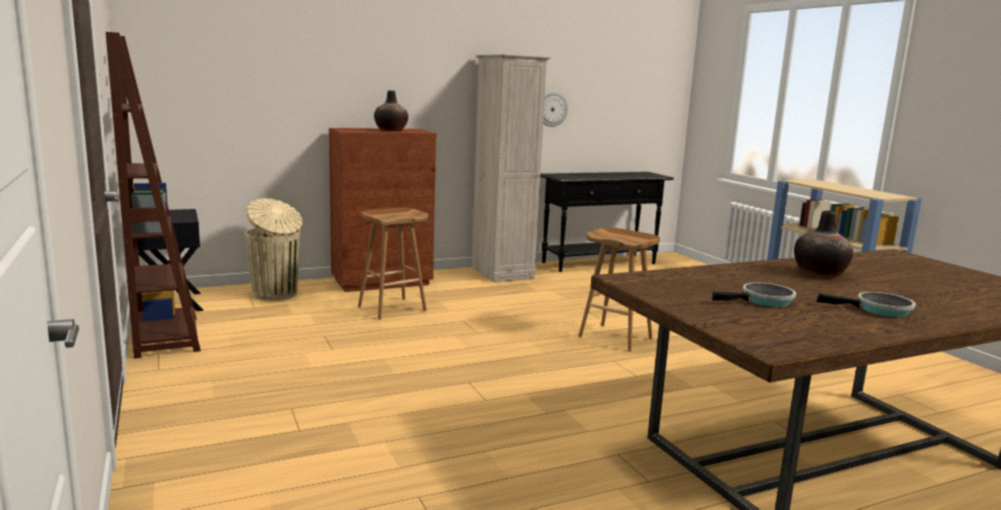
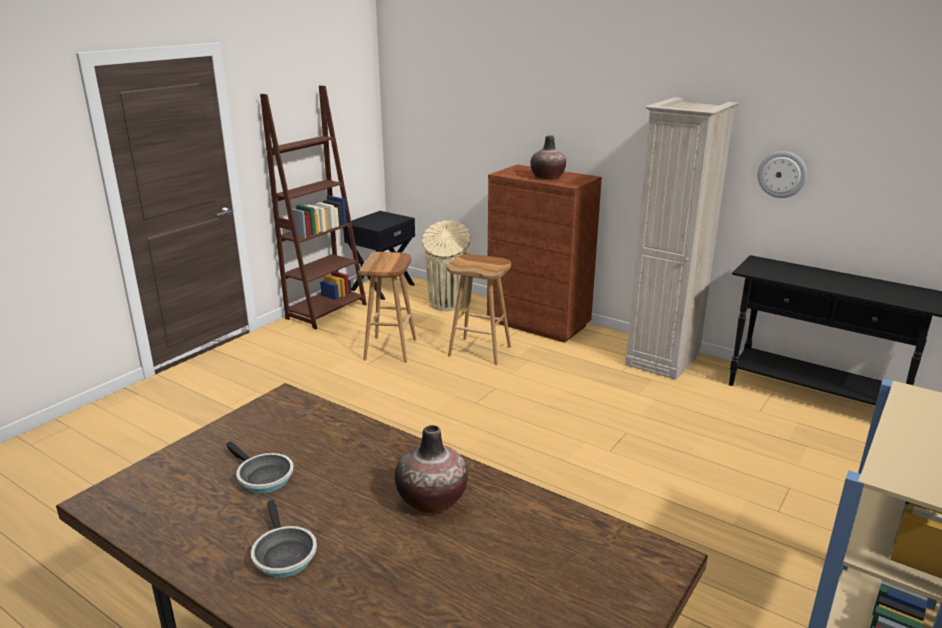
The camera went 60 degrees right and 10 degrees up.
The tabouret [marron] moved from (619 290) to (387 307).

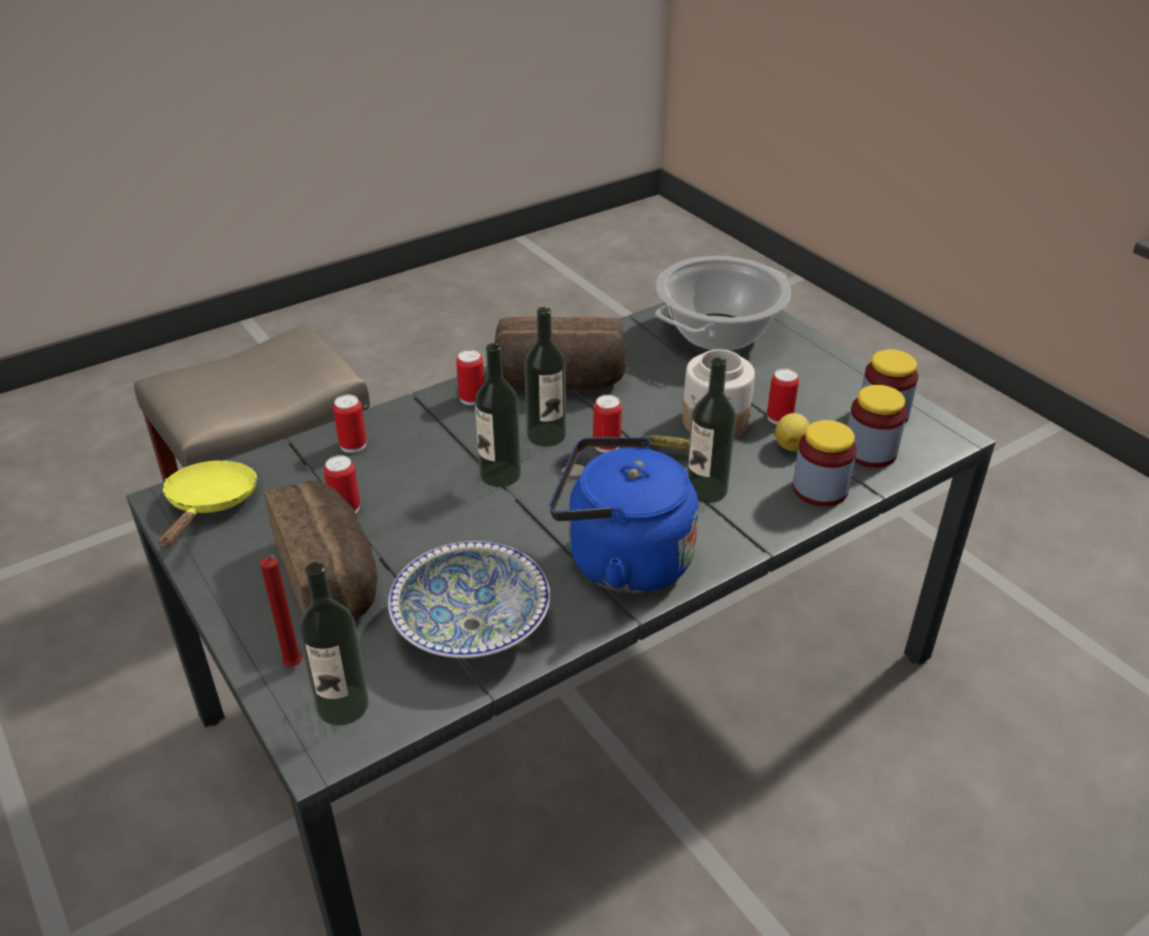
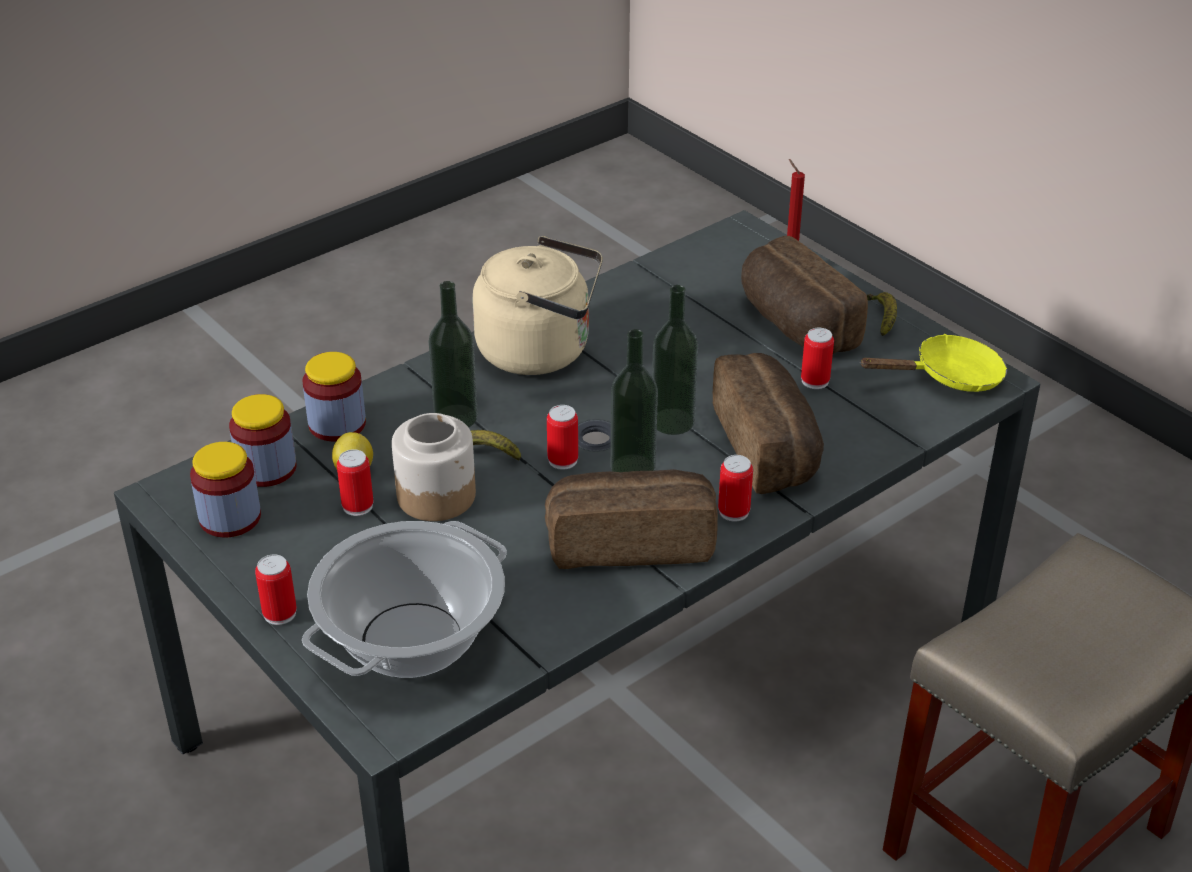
The camera went 175 degrees right and 0 degrees up.
The poêle [jaune] at (207 504) turned 105 degrees counterclockwise.
The bouteille at (334 644) disappeared.
The boîte métallique moved from (350 423) to (276 589).
The bol at (469 599) disappeared.
The bouilloire [bleu] at (624 515) became the bouilloire [beige] at (537 305).
The pain at (768 423) appeared.
The banane at (882 314) appeared.

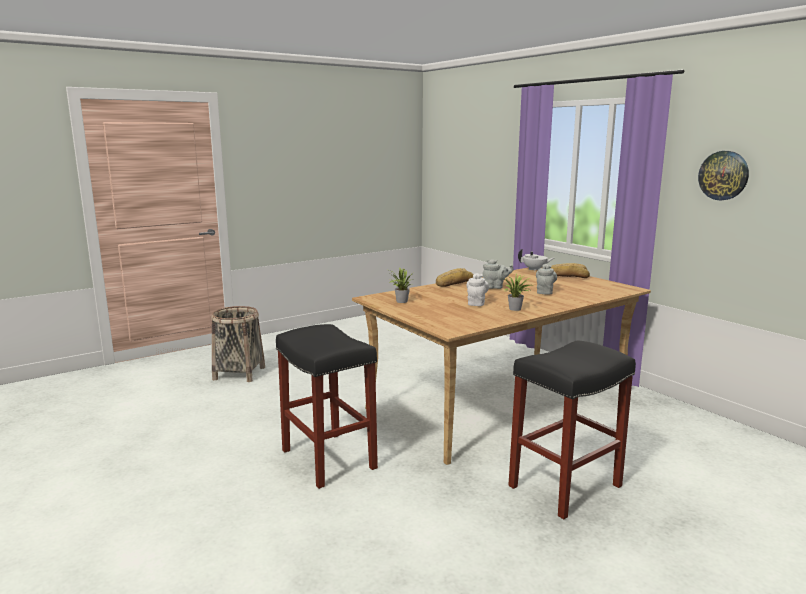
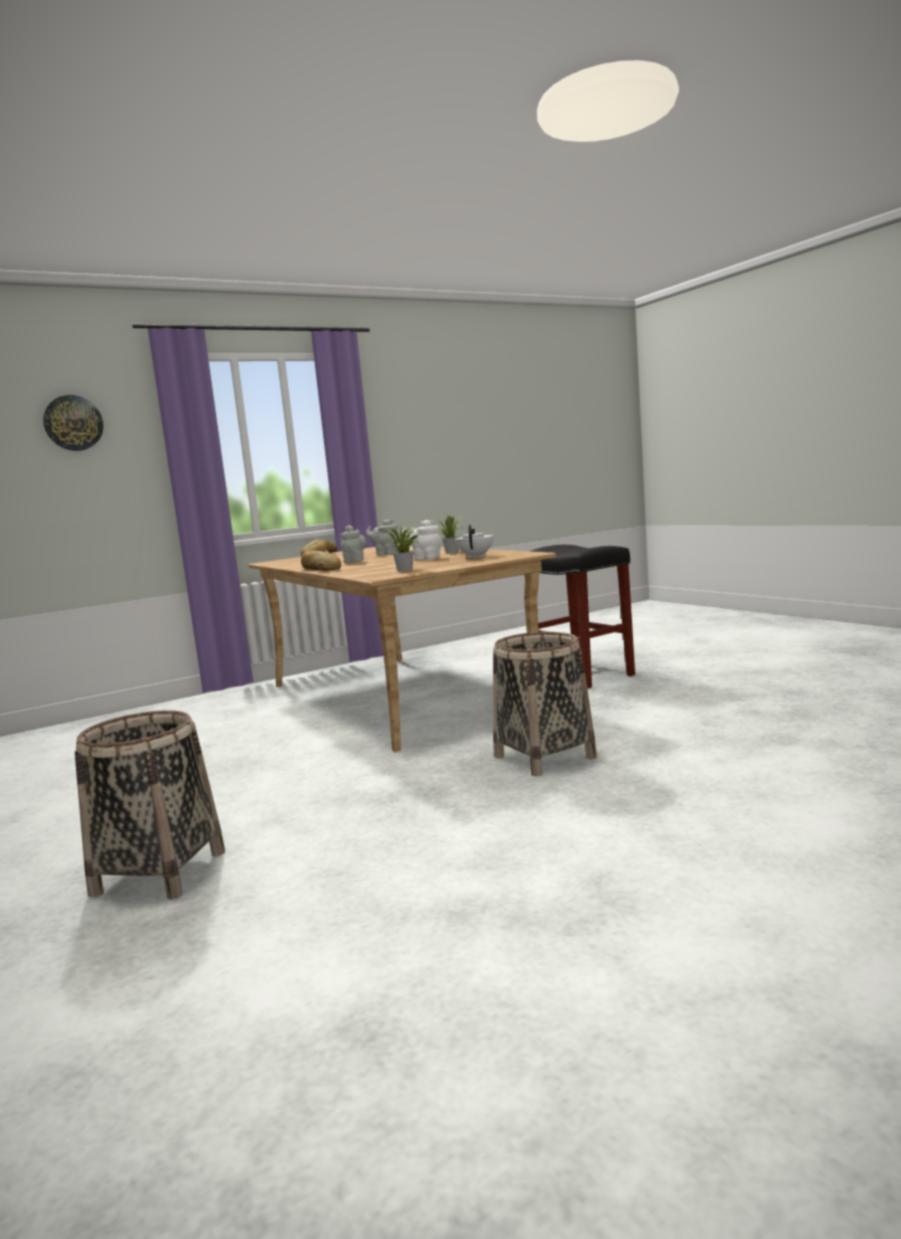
The camera went 85 degrees left and 5 degrees down.
The tabouret [noir] at (327 406) was replaced by the panier at (545 704).
The théière [blanc] moved from (536 259) to (474 541).
The horloge murale moved from (723 175) to (73 423).

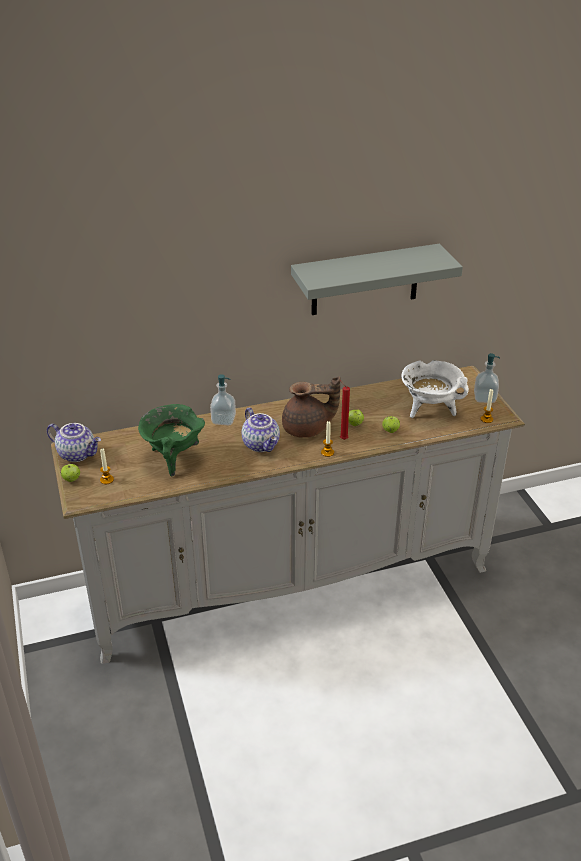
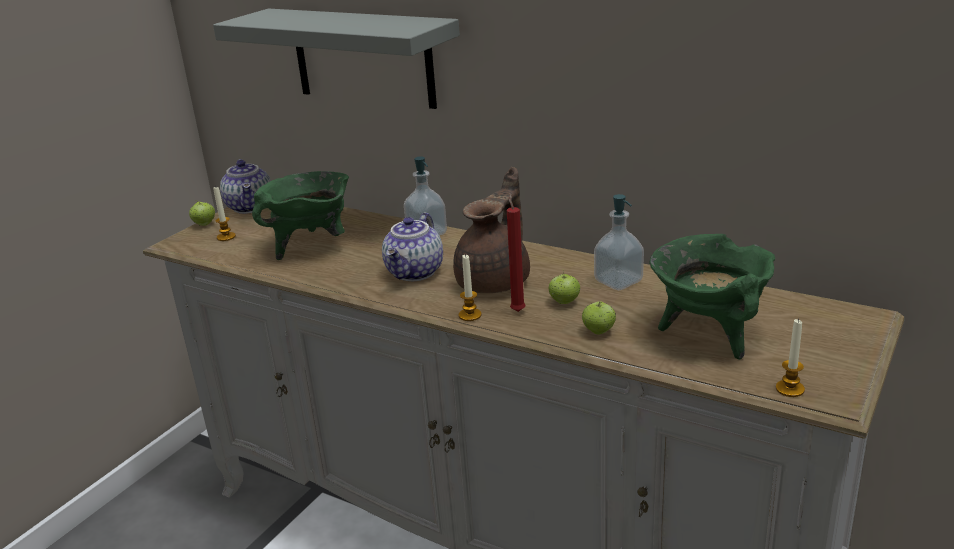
The camera went 50 degrees right and 10 degrees down.
The théière [marron] at (311 407) turned 105 degrees counterclockwise.
The étagère [gris] moved from (377 279) to (336 59).
The marmite [blanc] at (435 389) became the marmite [vert] at (712 296).
The distributeur de savon moved from (487 378) to (619 242).

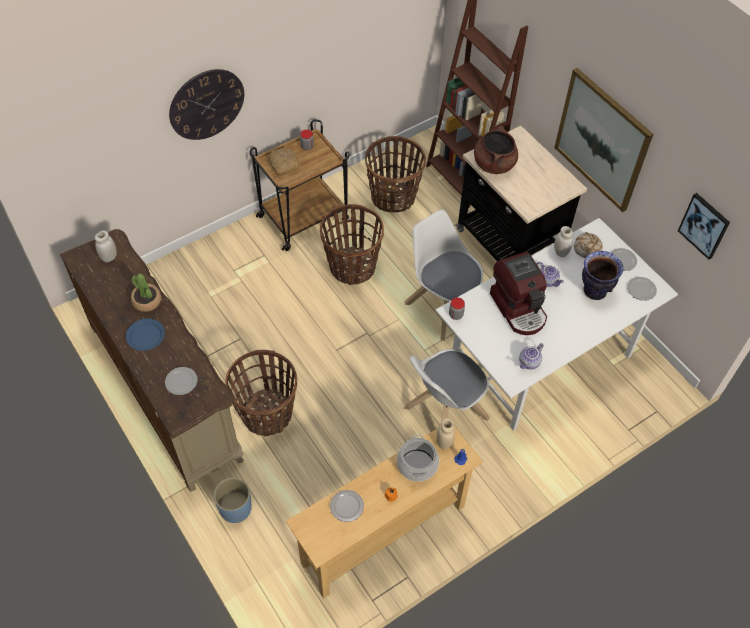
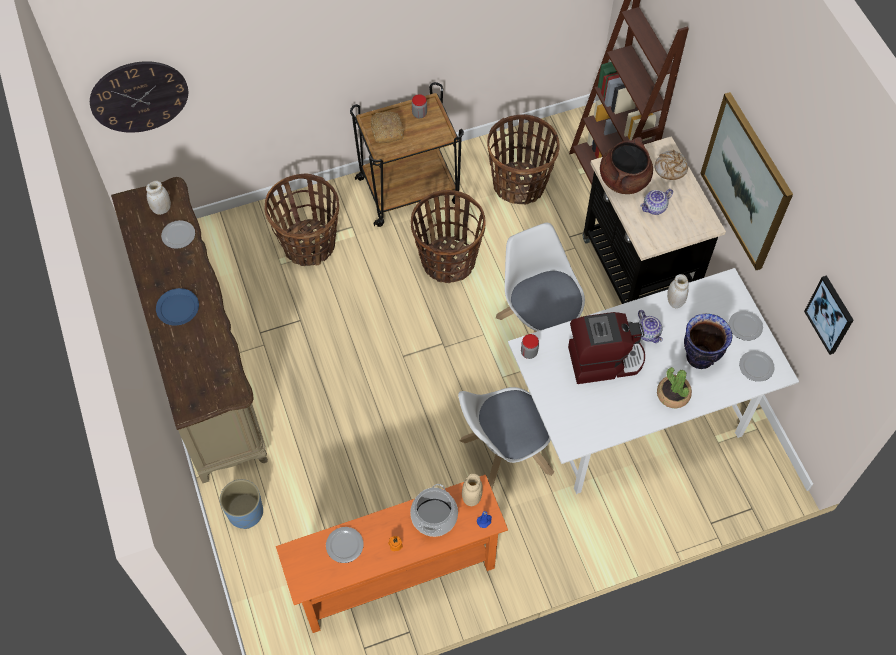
The camera went 15 degrees right and 5 degrees up.
The plante en pot moved from (146 293) to (674 387).
The assiette moved from (181 381) to (178 234).
The horloge murale moved from (206 104) to (139 97).
The panier moved from (261 393) to (302 220).
The table console [beige] at (384 512) became the table console [orange] at (392 554).
The machine à café at (518 293) turned 90 degrees counterclockwise.
The théière moved from (531 356) to (656 202).
The pain moved from (588 245) to (671 165).

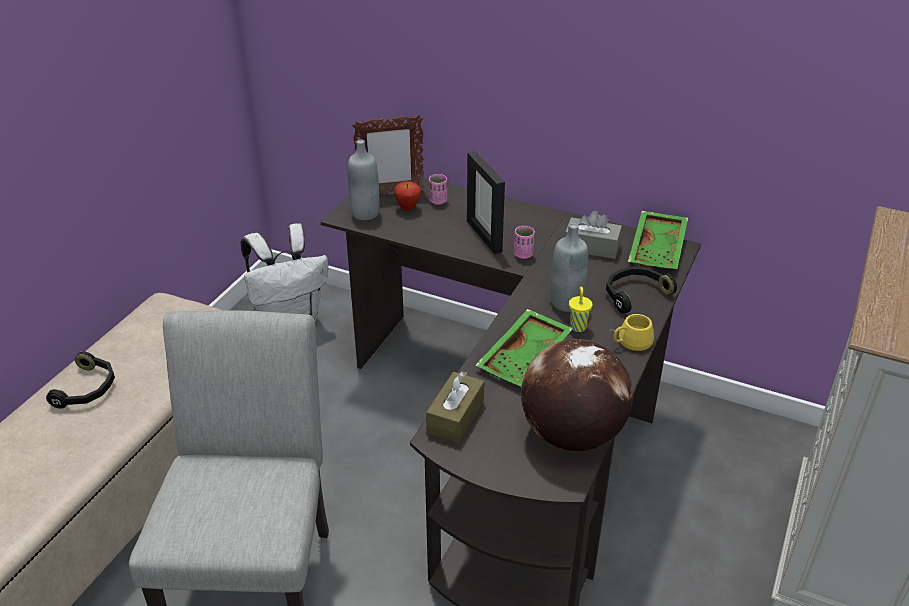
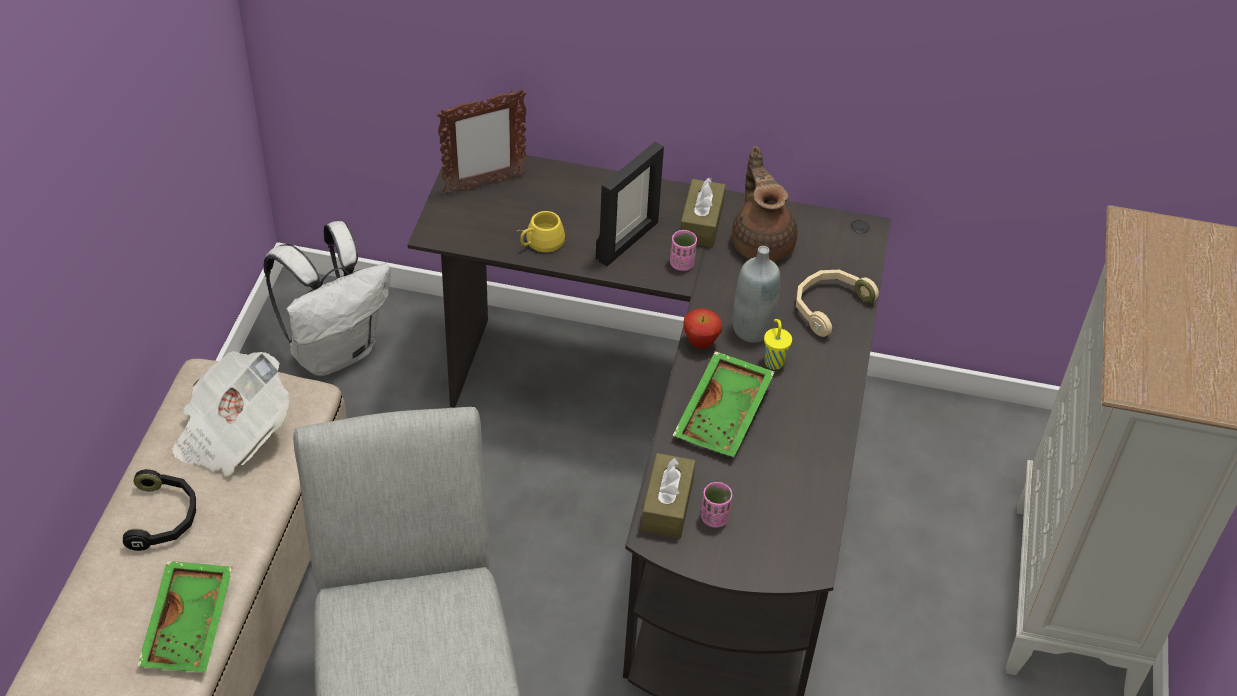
The camera went 15 degrees left and 10 degrees up.
The bouteille [gris] at (363 180) disappeared.
The pomme moved from (407 196) to (702 328).
The tasse [rose] moved from (438 189) to (716 505).
The cadre photo at (486 202) turned 105 degrees counterclockwise.
The globe at (577 395) disappeared.
The boîte à mouchoirs [gris] at (593 234) was replaced by the théière [marron] at (765 204).
The casque audio [noir] at (641 290) became the casque audio [beige] at (837 303).
The mug [jaune] moved from (631 332) to (540 231).
The plateau [vert] moved from (658 240) to (185 616).
The journal at (230 413) appeared.
The boîte à mouchoirs [marron] at (703 212) appeared.

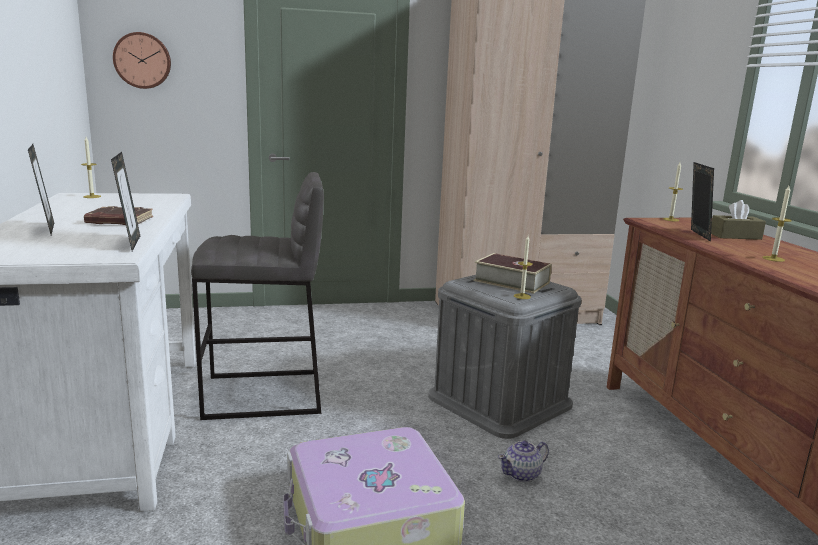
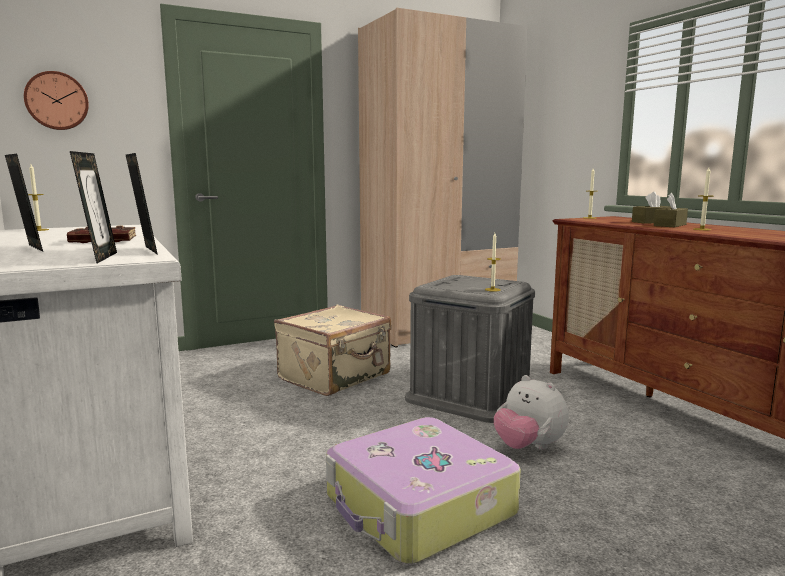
The camera went 15 degrees left and 5 degrees down.
The tabouret [gris] at (257 296) disappeared.
The livre at (513 273) disappeared.
The théière at (523 461) was replaced by the peluche at (531 412).
The cadre photo moved from (702 201) to (93 207).
The valise [beige] at (332 350) appeared.
The boîte à mouchoirs [marron] at (671 210) appeared.

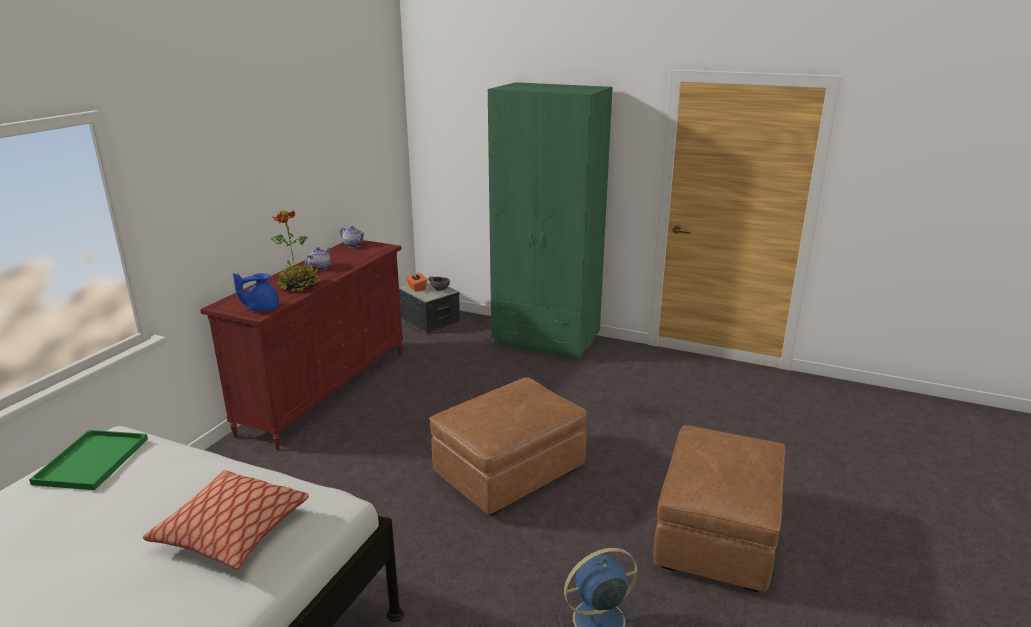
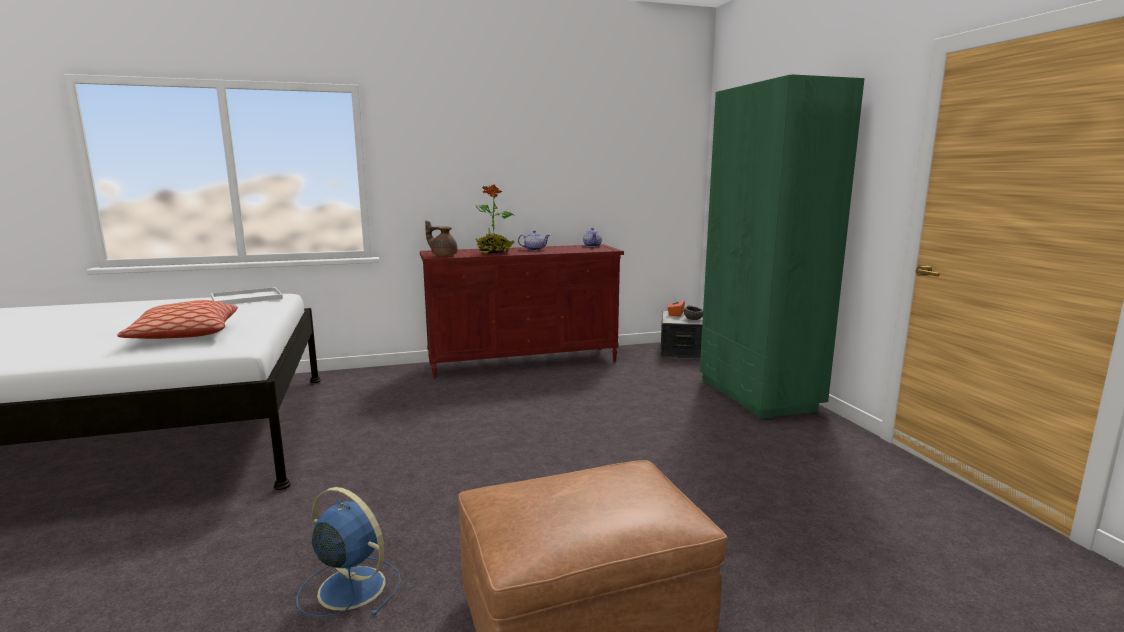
The camera went 50 degrees right and 10 degrees down.
The plateau [vert] at (88 460) became the plateau [blanc] at (247 295).
The théière [bleu] at (256 292) became the théière [marron] at (441 238).
The pouf [marron] at (508 446) disappeared.

